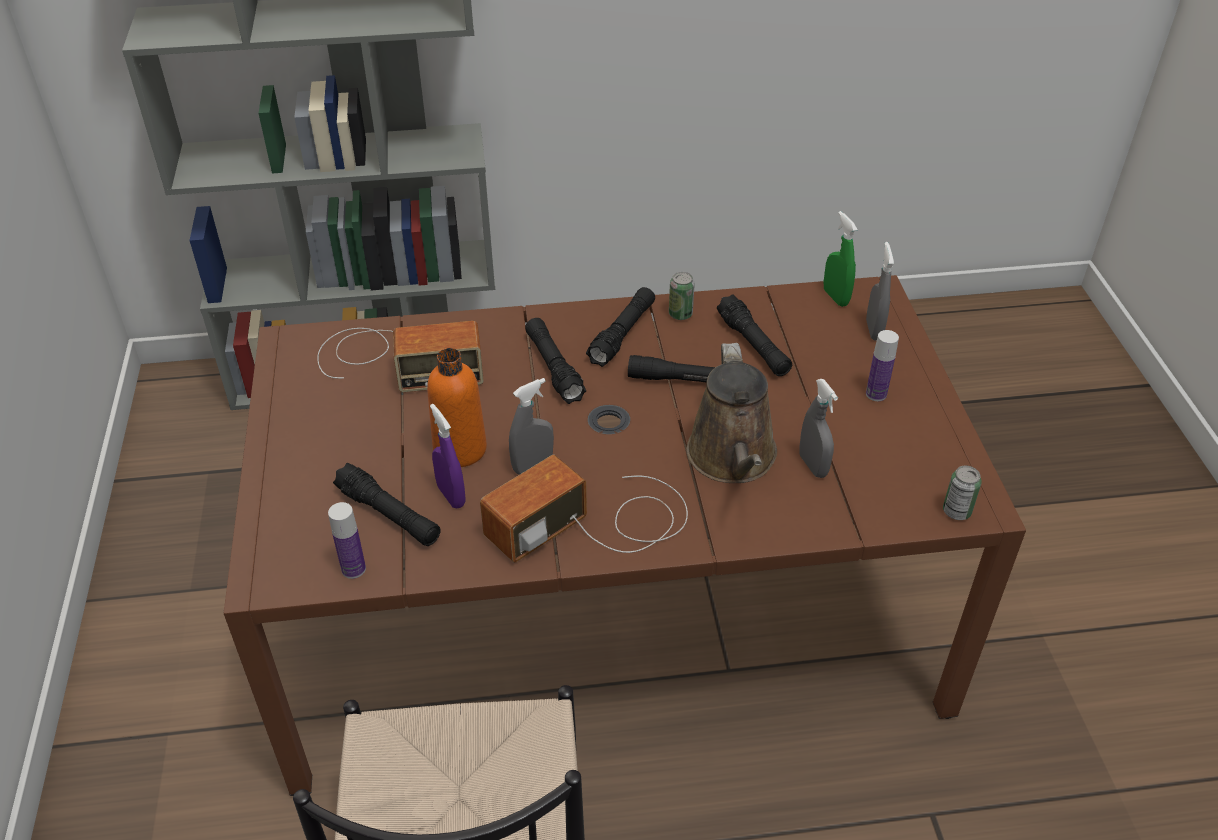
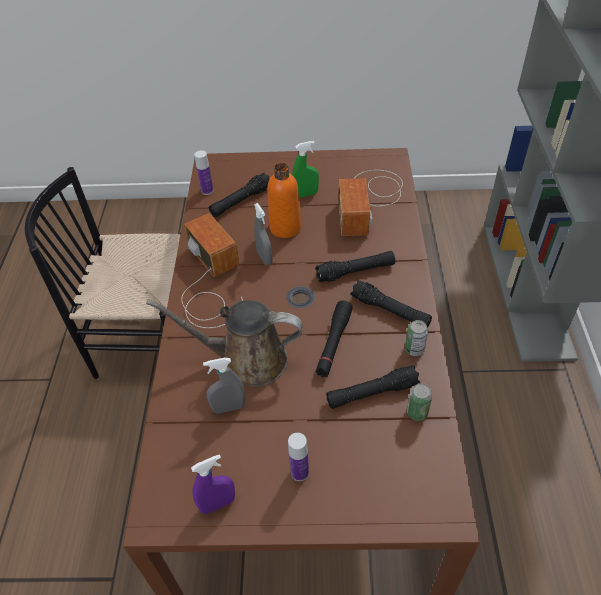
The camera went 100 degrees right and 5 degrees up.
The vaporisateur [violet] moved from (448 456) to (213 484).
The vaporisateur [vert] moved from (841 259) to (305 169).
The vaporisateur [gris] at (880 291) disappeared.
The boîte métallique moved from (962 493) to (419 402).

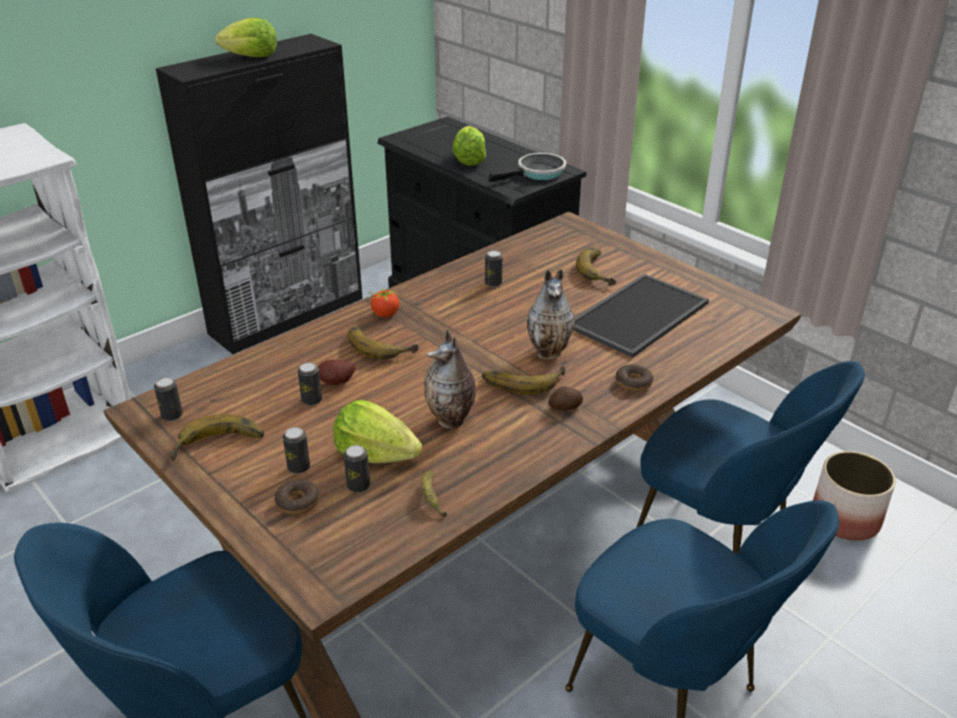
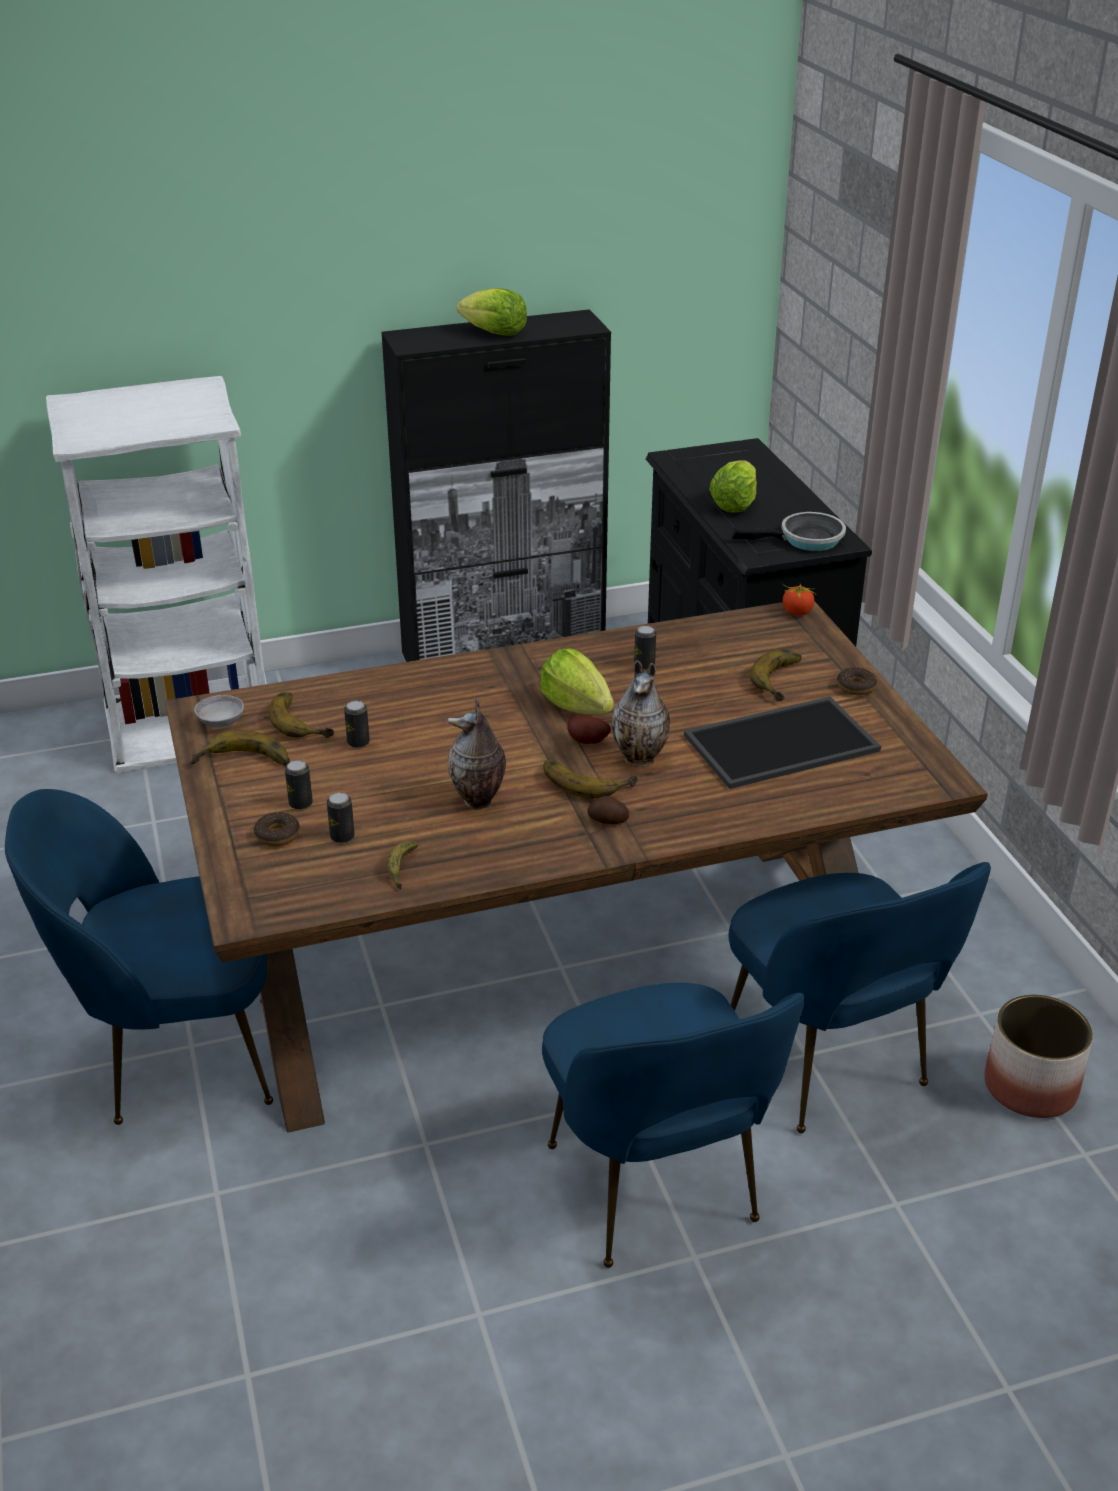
The camera went 25 degrees right and 0 degrees up.
The boîte métallique at (168 399) was replaced by the bol [gris] at (219 711).
The pomme de terre moved from (336 372) to (589 729).
The laitue moved from (377 431) to (577 681).
The banane moved from (383 343) to (301 715).
The tomate moved from (384 303) to (799 600).
The beignet moved from (634 378) to (857 681).

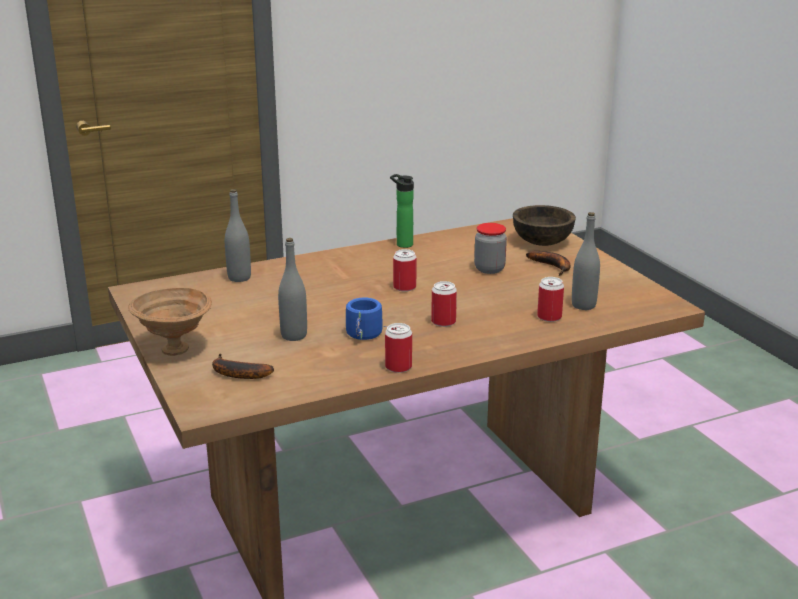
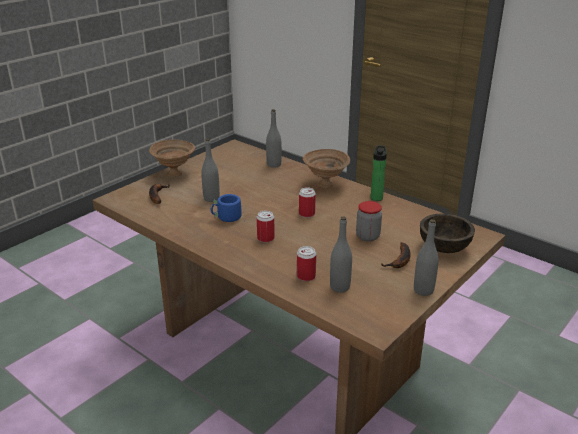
The camera went 65 degrees right and 5 degrees up.
The boîte métallique at (398 348) disappeared.
The bol [marron] at (326 168) appeared.
The bouteille [gris] at (426 257) appeared.

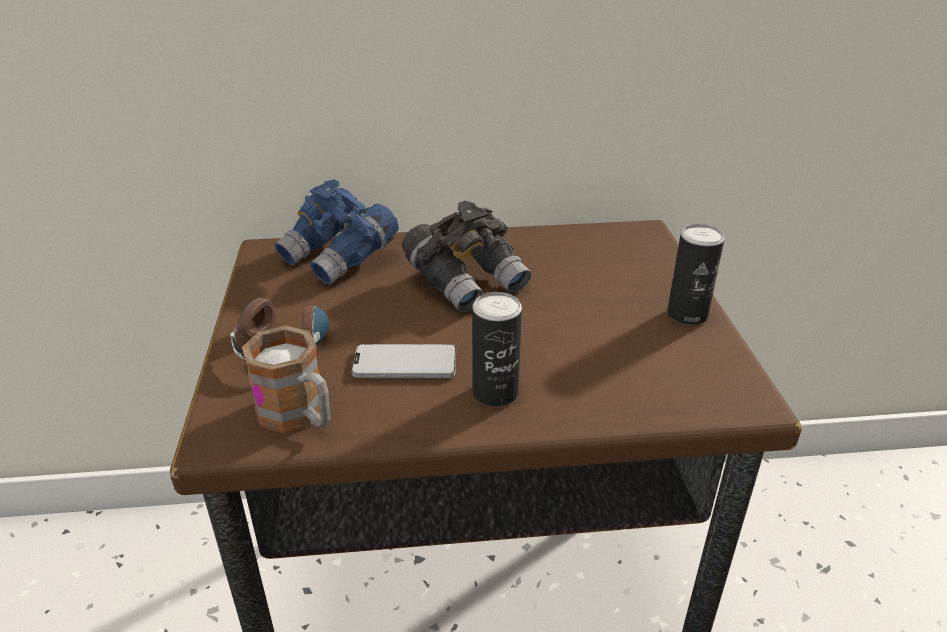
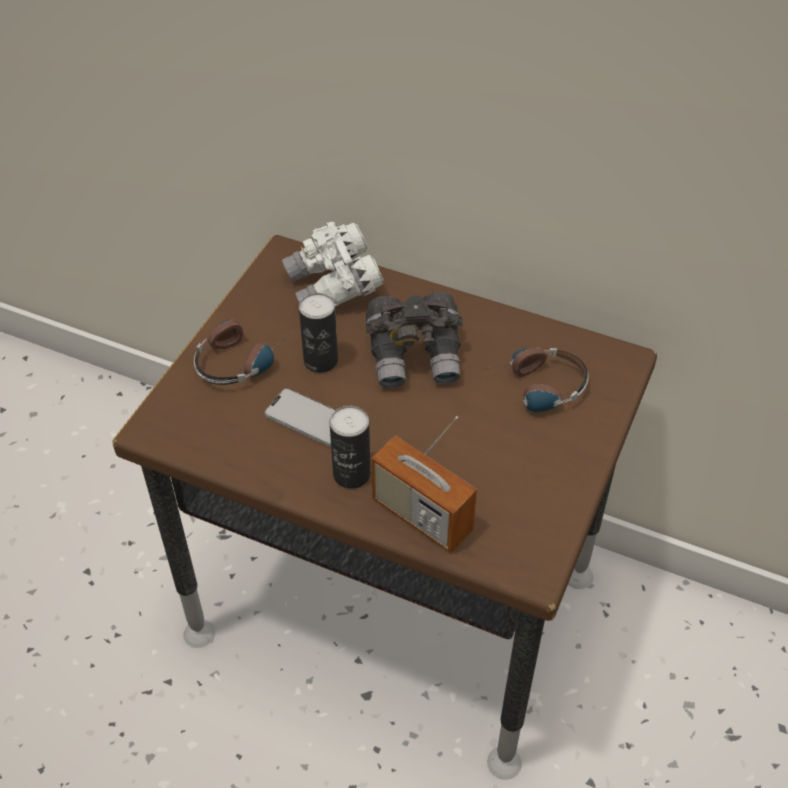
The camera went 30 degrees right and 15 degrees up.
The mug at (286 379) disappeared.
The jumelles [bleu] at (336 232) became the jumelles [blanc] at (333 264).
The boîte métallique moved from (696 274) to (318 333).
The radio at (424 484) appeared.
The casque audio at (533 379) appeared.

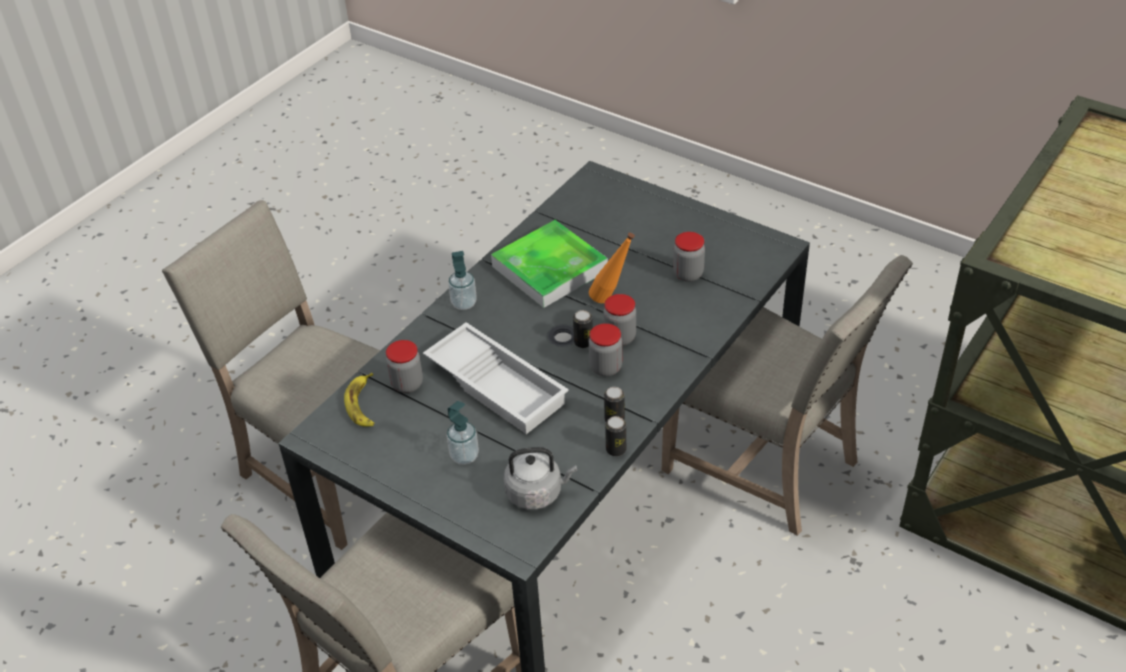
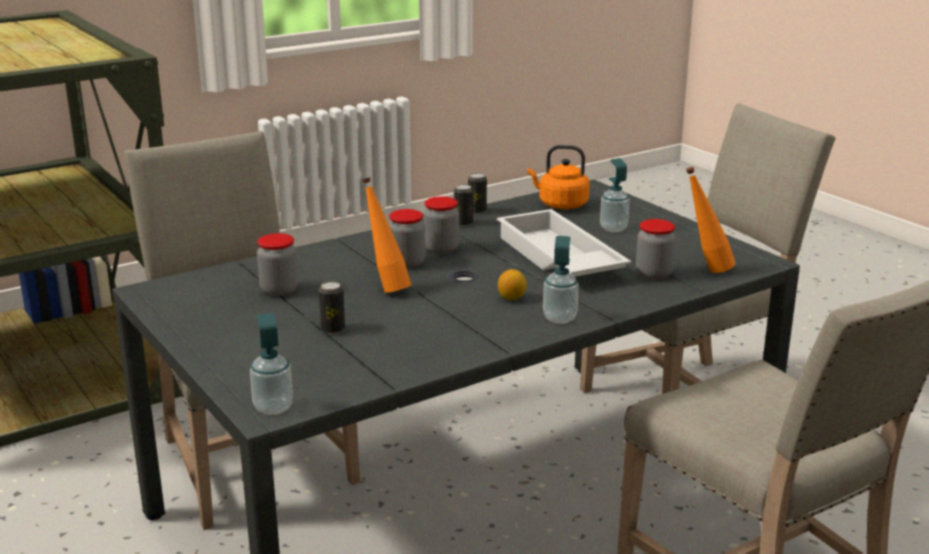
The camera went 160 degrees left and 20 degrees down.
The banane at (359 400) was replaced by the bouteille [orange] at (710 220).
The plateau at (549 264) disappeared.
The bouilloire [gris] at (540 478) became the bouilloire [orange] at (559 177).
The boîte métallique moved from (583 329) to (332 308).
The distributeur de savon at (271 364) appeared.
The citron at (512 284) appeared.

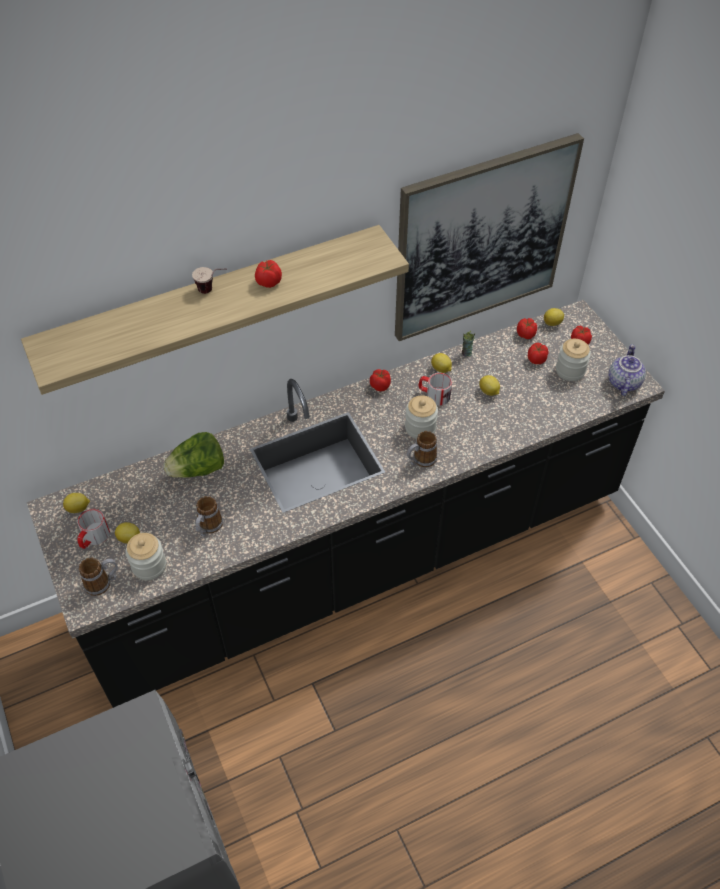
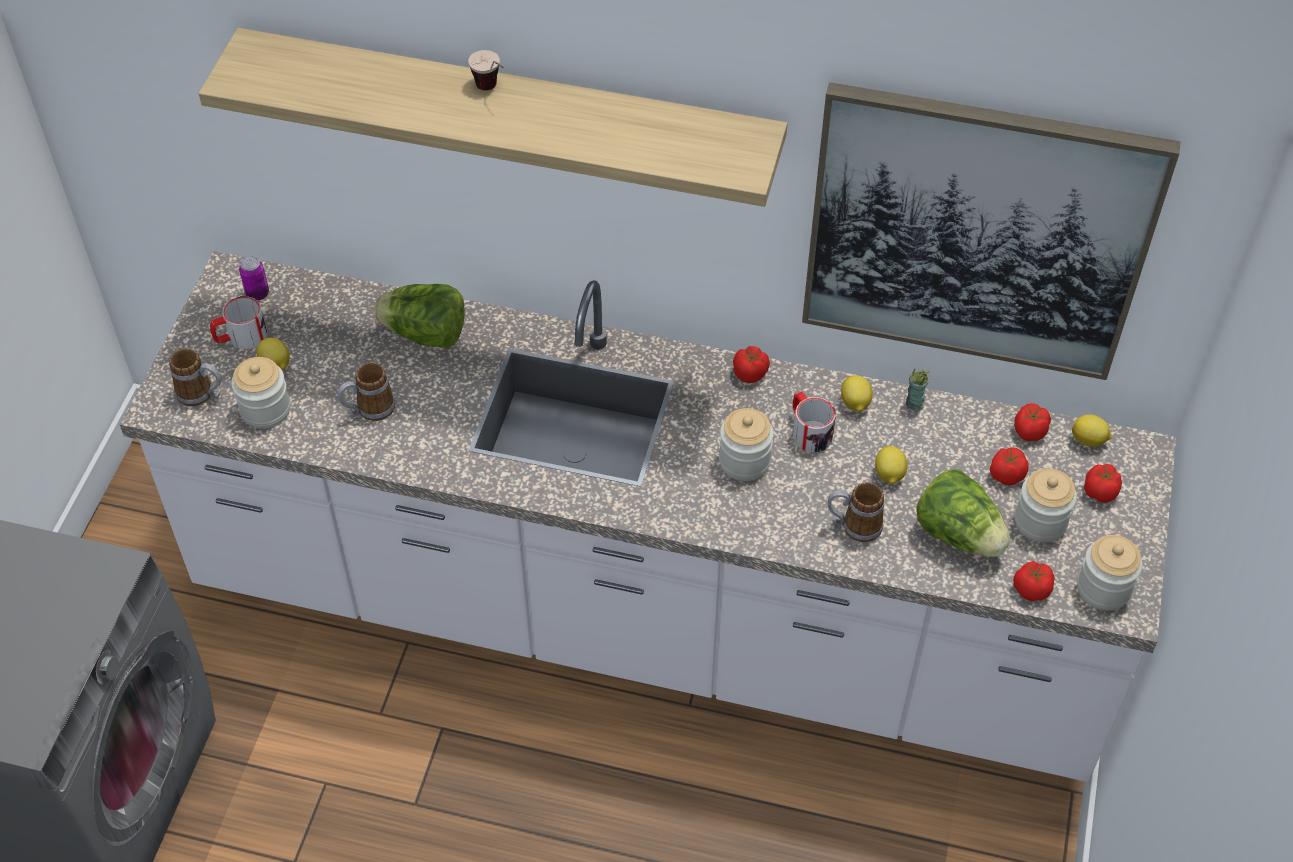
The camera went 40 degrees right and 0 degrees up.
The comptoir de cuisine [noir] at (346 504) became the comptoir de cuisine [blanc] at (647 516).
The citron at (76 503) was replaced by the boîte métallique at (254 278).
The tomate moved from (268 274) to (1034 581).
The mug moved from (422 449) to (856 512).
The théière at (627 370) was replaced by the bocal at (1110 572).
The laitue at (963 513) appeared.

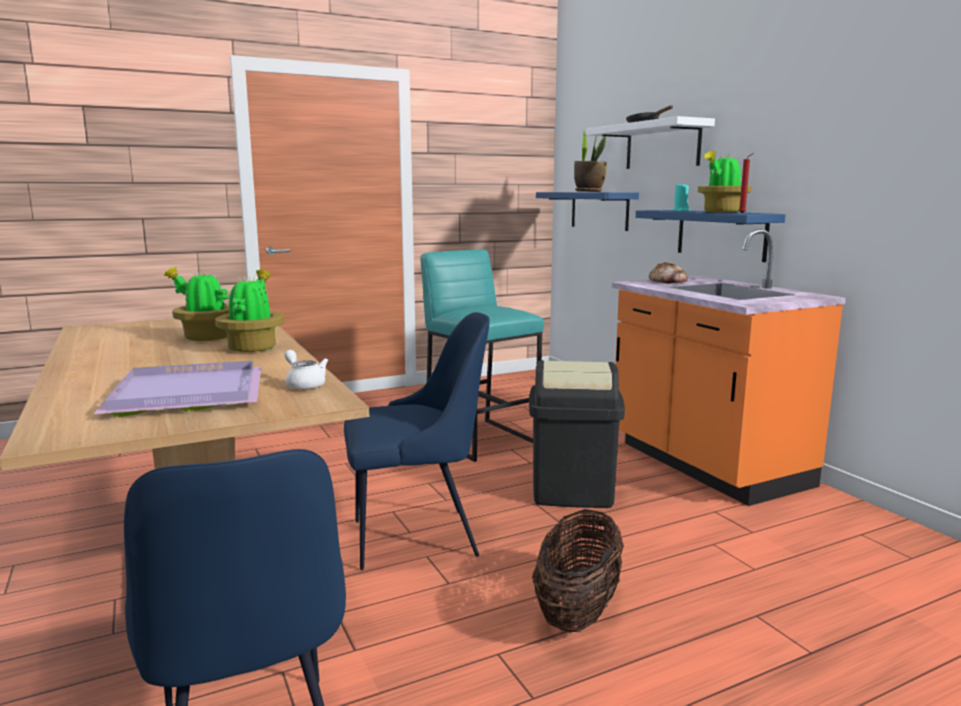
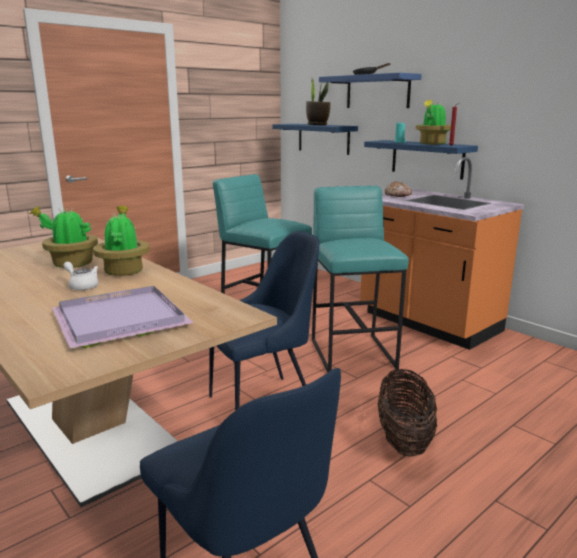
The camera went 15 degrees left and 5 degrees up.
The théière [blanc] moved from (306 370) to (81 276).
The poubelle [noir] at (577 434) was replaced by the tabouret [turquoise] at (360 279).
The étagère [blanc] at (650 142) became the étagère [bleu] at (370 90).

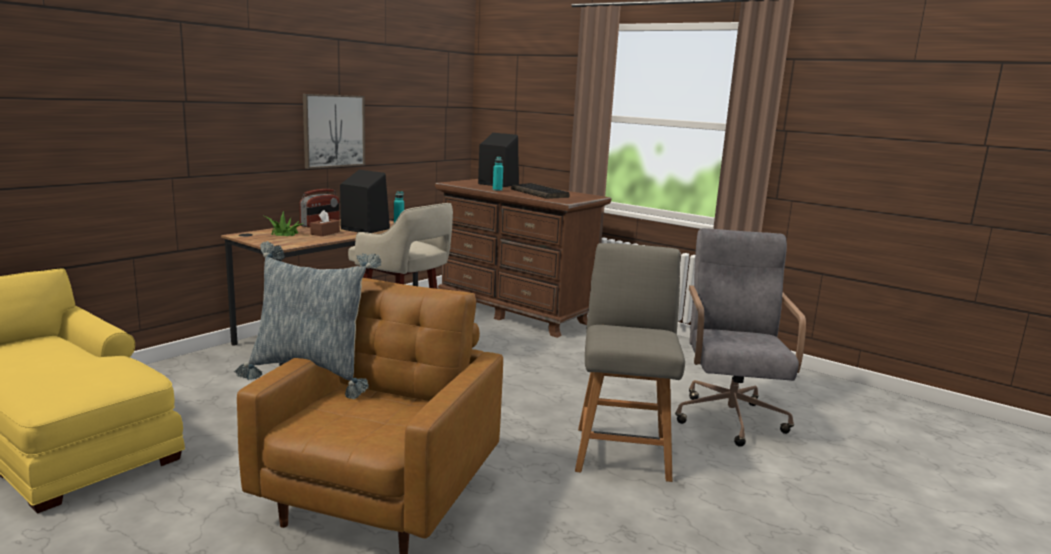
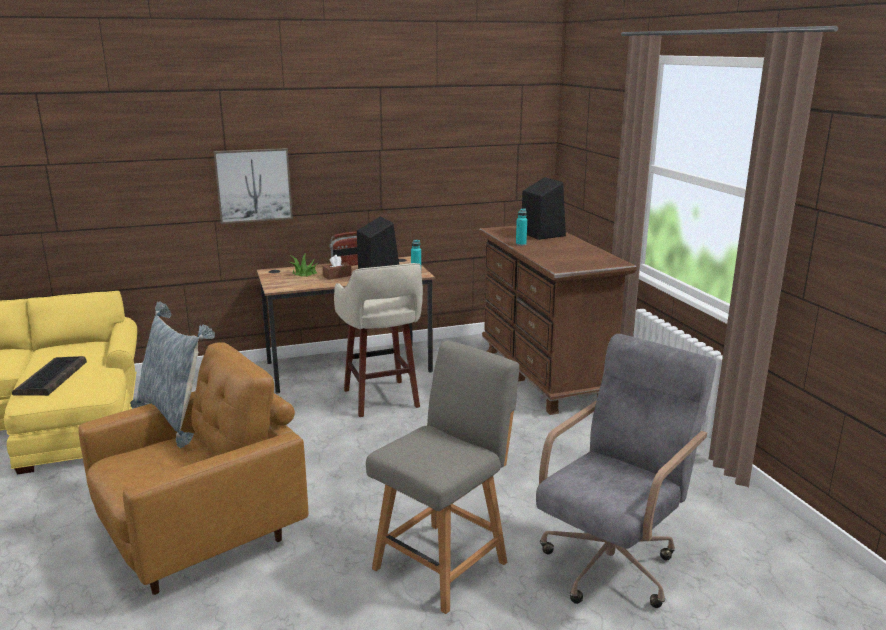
The camera went 35 degrees right and 5 degrees up.
The tableau moved from (334 131) to (253 186).
The clavier moved from (540 191) to (49 376).

